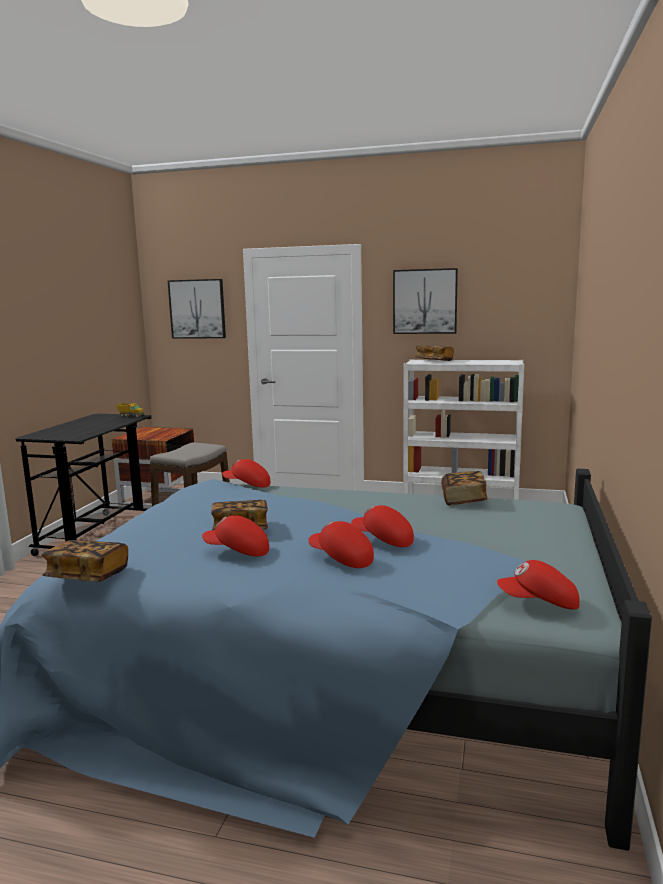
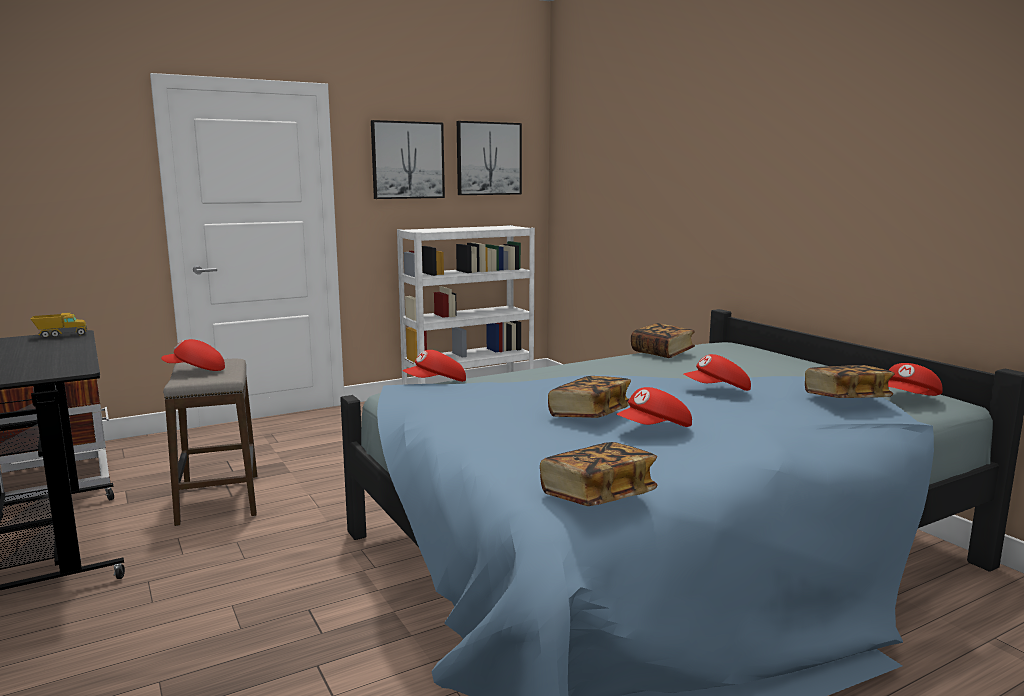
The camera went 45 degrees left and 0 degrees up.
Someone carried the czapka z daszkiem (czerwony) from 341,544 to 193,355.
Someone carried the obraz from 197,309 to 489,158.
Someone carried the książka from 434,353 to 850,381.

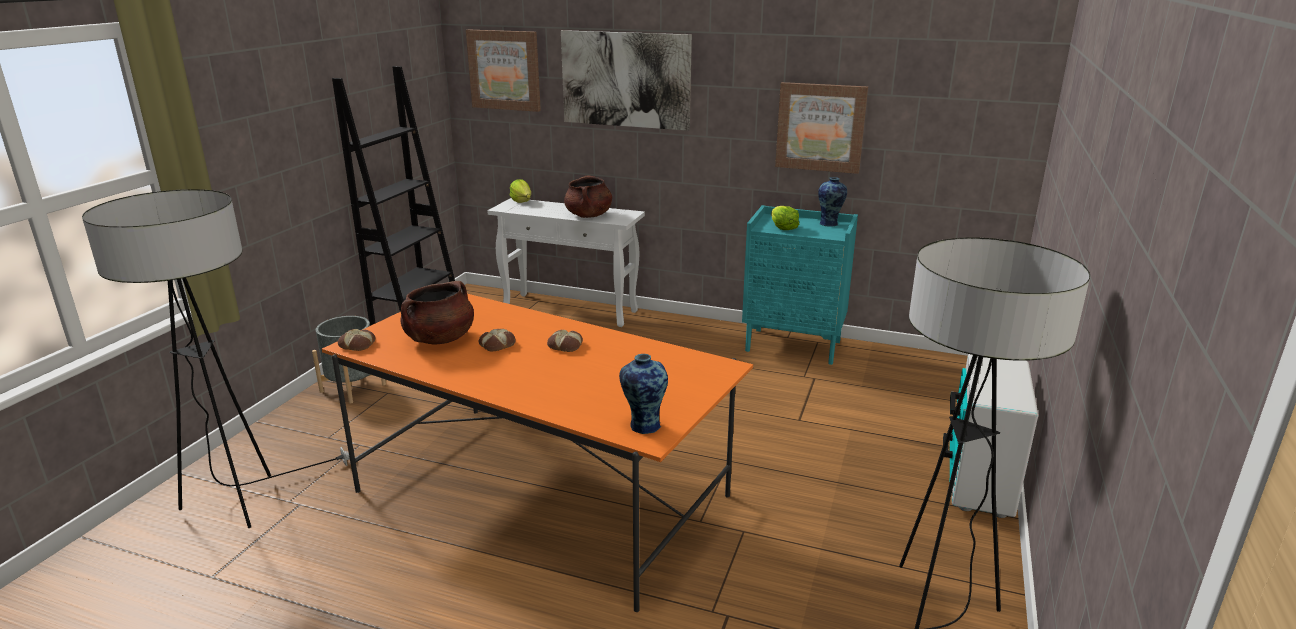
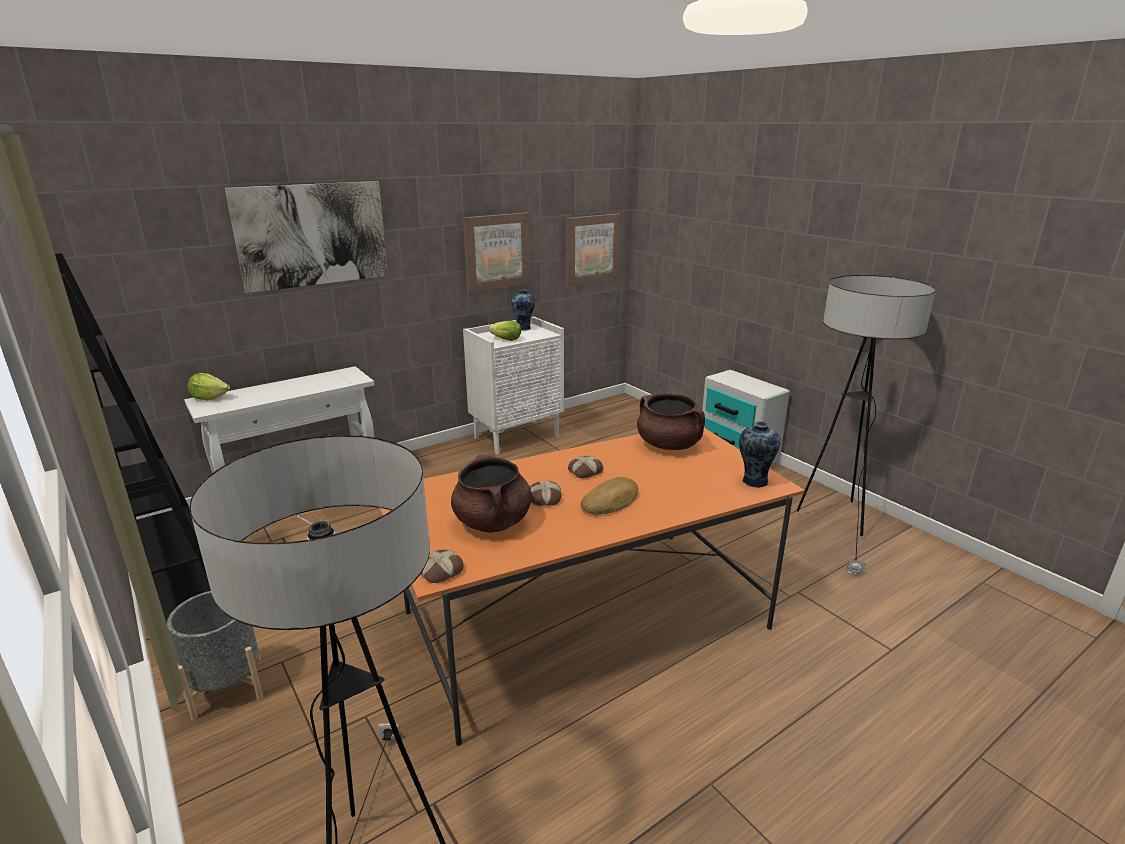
The camera went 55 degrees left and 0 degrees up.
Someone repainted the szafka (turkusowy) at 800,285, which became the szafka (biały) at 513,385.
Someone carried the obraz from 503,71 to 593,249.
Someone put down the chleb at 609,496.
Someone carried the garnek (brązowy) from 588,196 to 671,422.

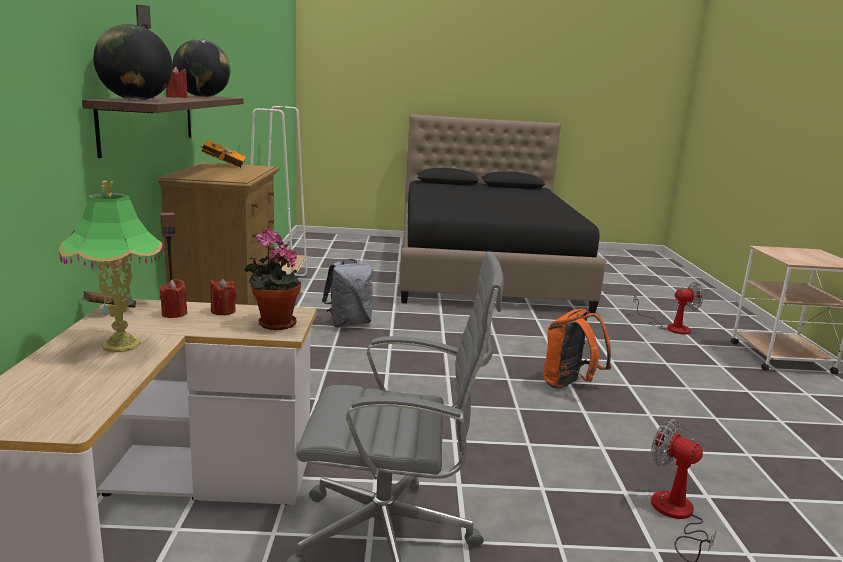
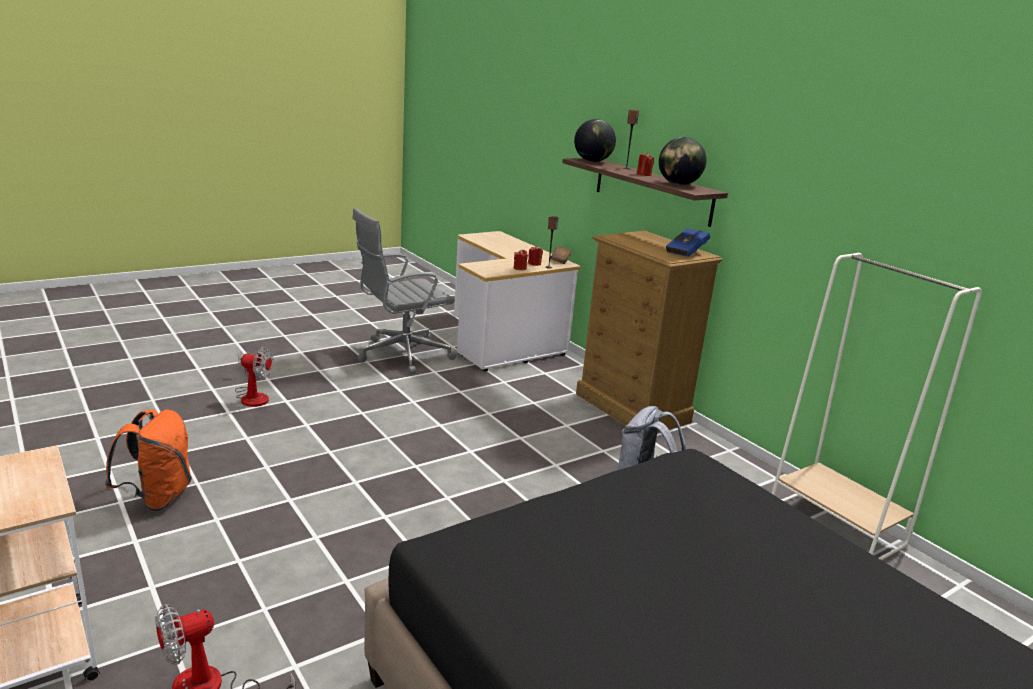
The camera went 145 degrees right and 5 degrees up.
Someone carried the plecak (pomarańczowy) from 577,349 to 148,460.
Someone repainted the książka (pomarańczowy) at 221,154, which became the książka (niebieski) at 688,242.
Someone took away the lampa stołowa at 112,266.
Someone took away the roślina doniczkowa at 272,279.

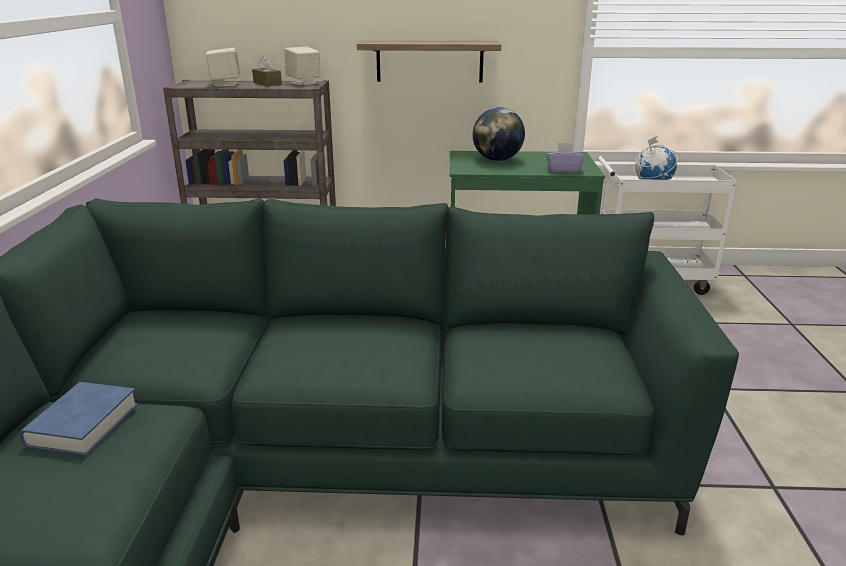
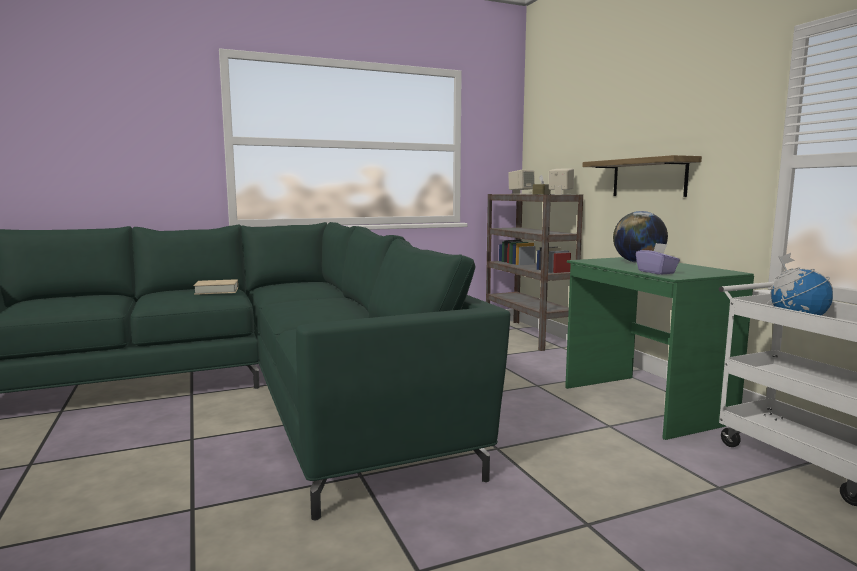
The camera went 65 degrees right and 15 degrees down.
Someone repainted the książka (niebieski) at 78,419, which became the książka (beżowy) at 215,287.

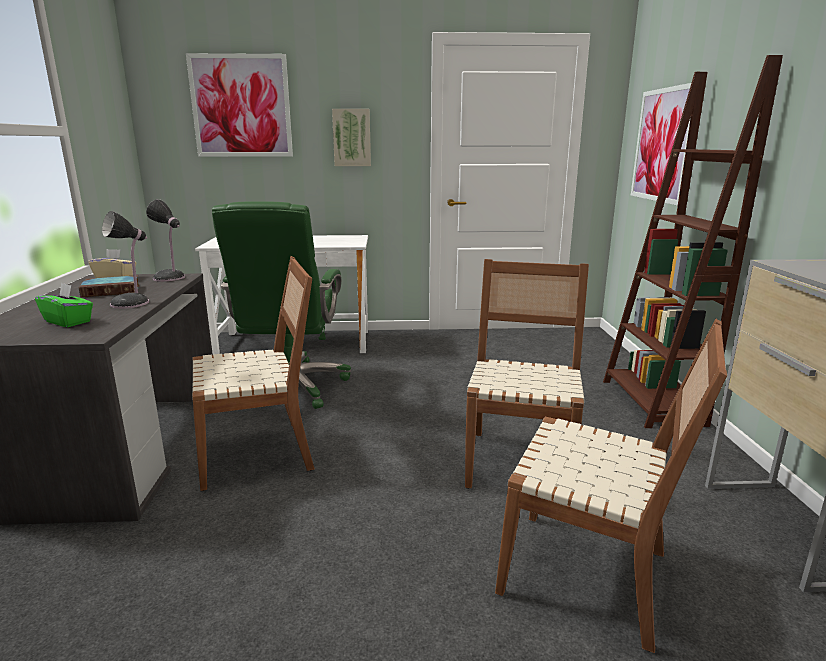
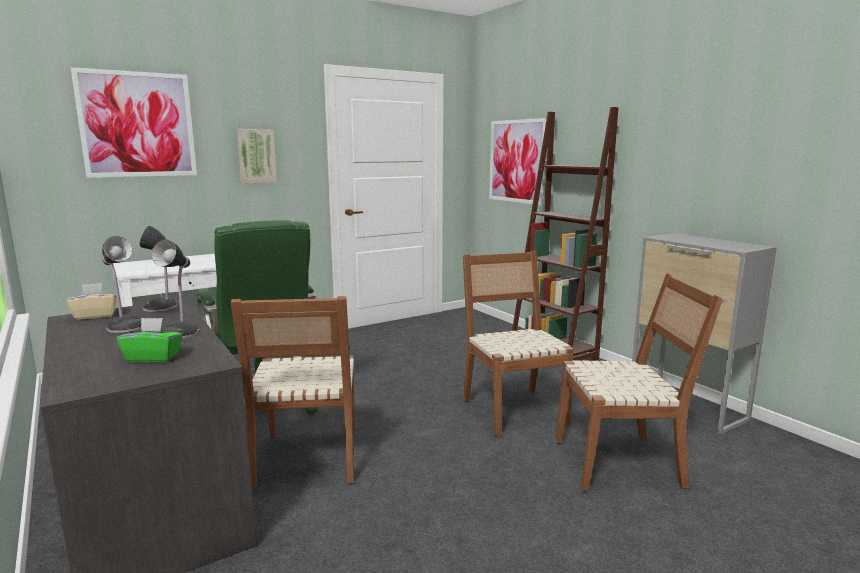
The camera went 30 degrees left and 5 degrees down.
Someone swapped the książka at 109,286 for the lampa stołowa at 121,284.
Someone rotated the krzesło at 253,373 by 135 degrees clockwise.

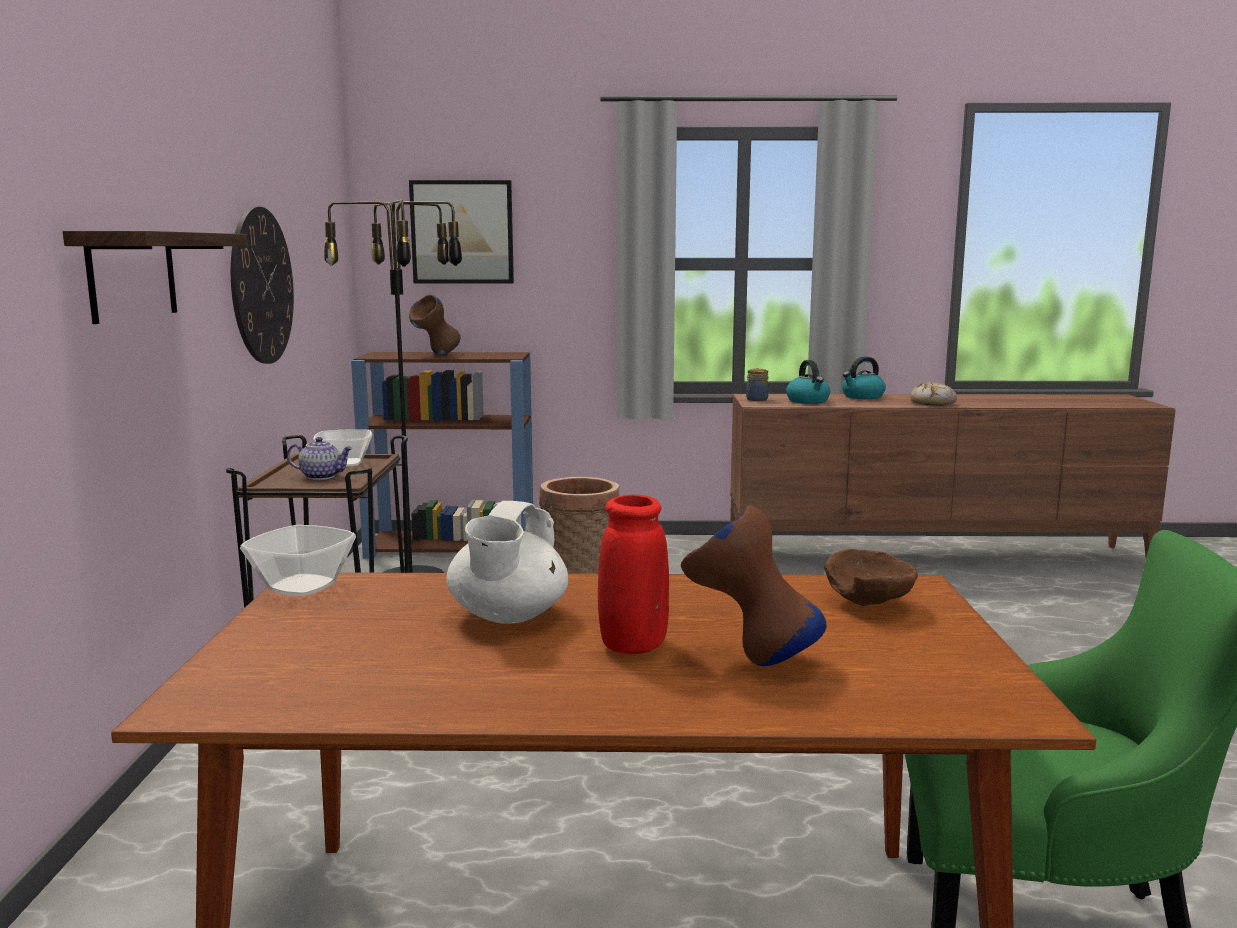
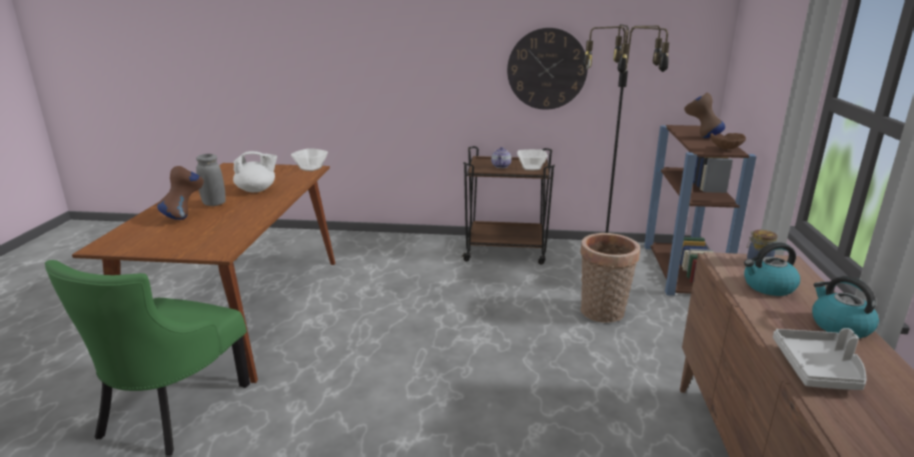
The camera went 95 degrees right and 10 degrees up.
Someone repainted the wazon (czerwony) at 633,574, which became the wazon (szary) at 211,180.
Someone rotated the imbryk (biały) at 507,562 by 150 degrees clockwise.
Someone carried the miska (brązowy) from 871,577 to 728,141.
Someone swapped the chleb at 933,394 for the taca (szary) at 819,359.
Someone took away the półka at 155,277.
Someone took away the obraz at 461,232.

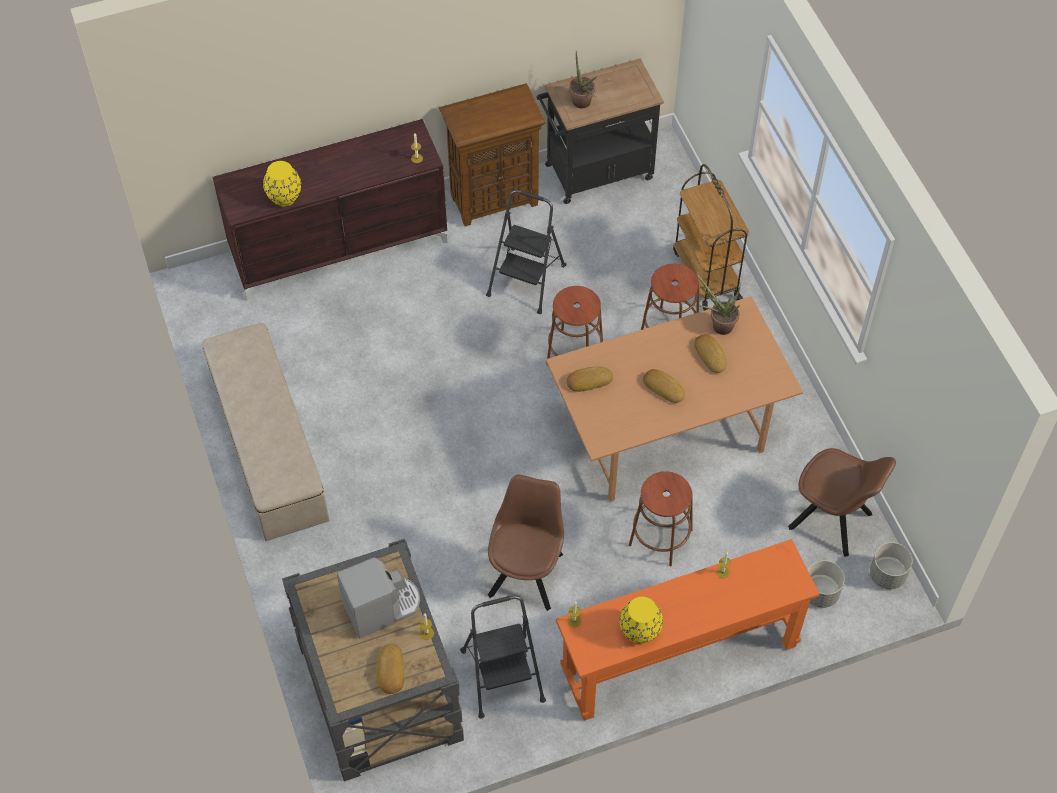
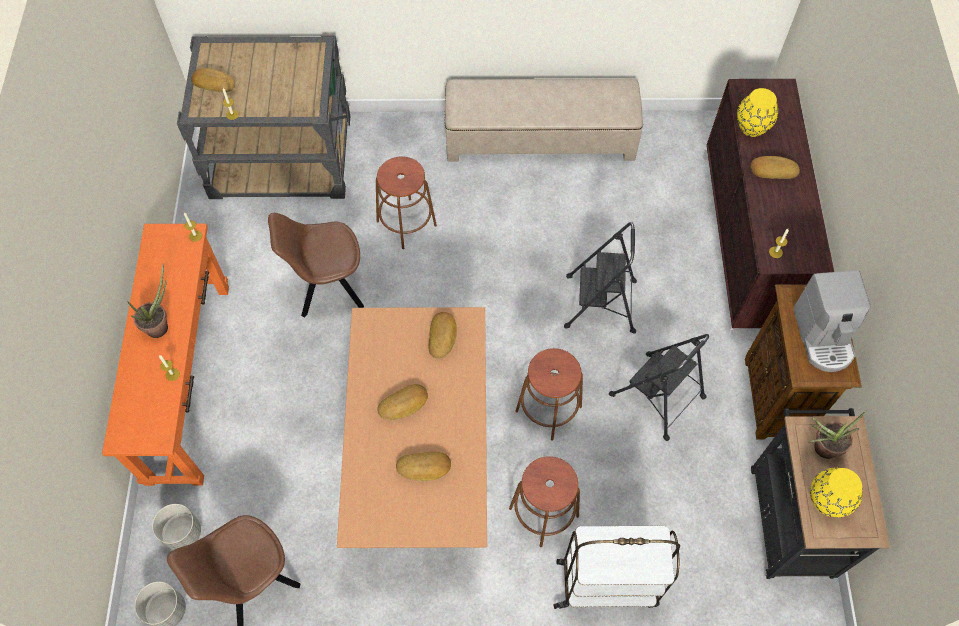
The camera went 110 degrees right and 5 degrees up.
Someone carried the roślina doniczkowa from 718,304 to 147,300.
Someone rotated the krzesło (brązowy) at 526,543 by 135 degrees clockwise.
Someone carried the stołek (brązowy) from 661,518 to 406,203.
Someone repainted the wózek (brązowy) at 711,237, which became the wózek (biały) at 616,567.
Someone carried the drabinka (czarny) from 503,657 to 600,277.
Someone put down the chleb at 775,167.
Someone carried the ekspres do kawy from 378,598 to 832,321.
Someone carried the wazon (żółty) from 641,620 to 836,493.

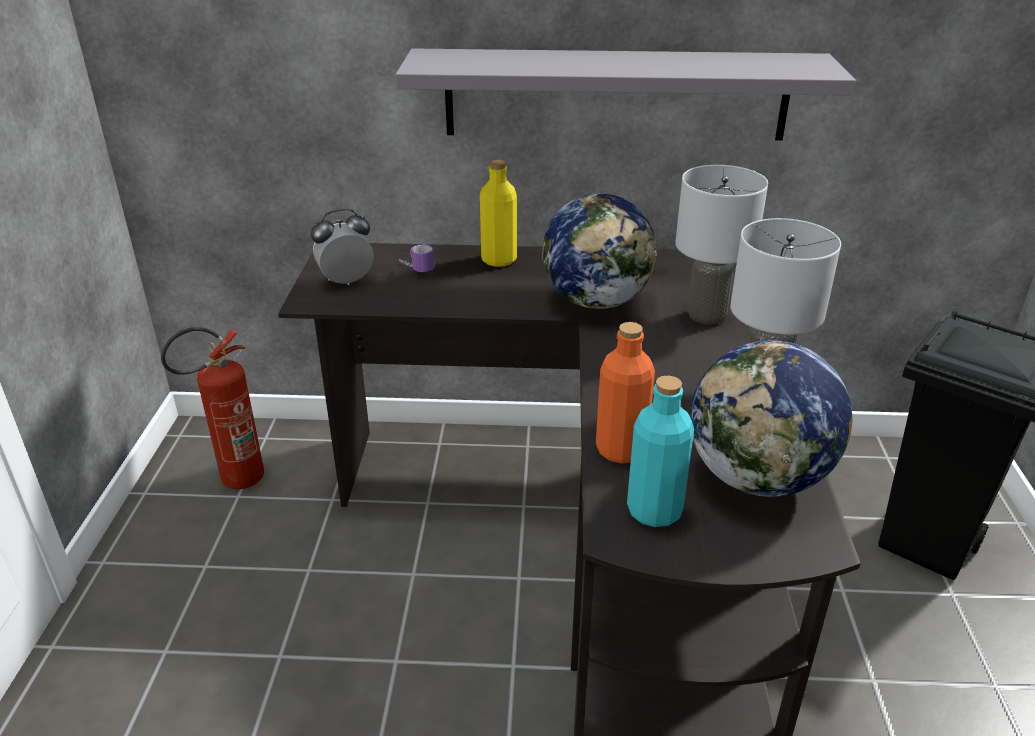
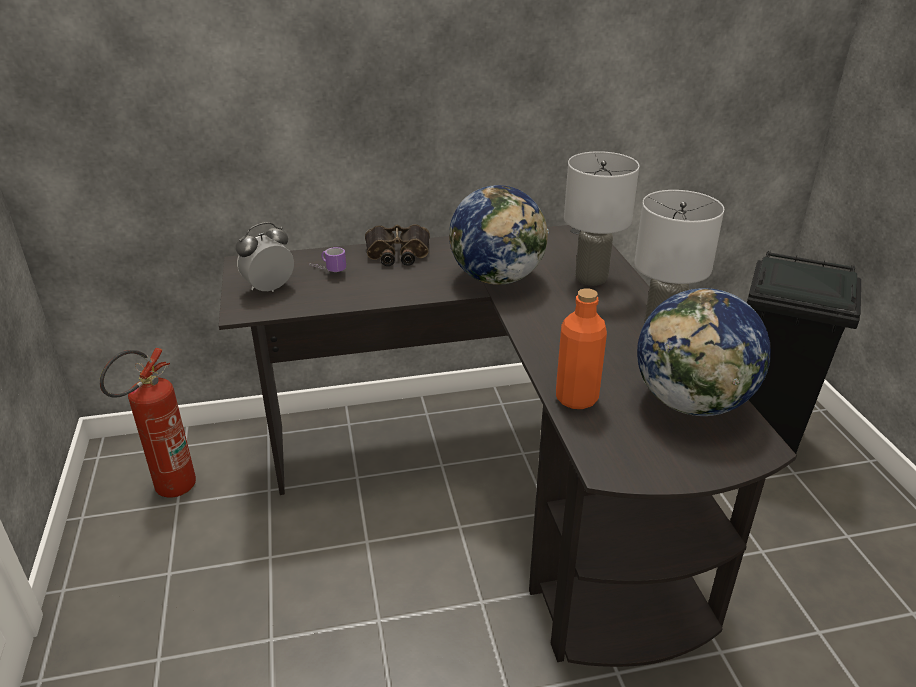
The camera went 15 degrees left and 0 degrees up.
Someone swapped the butelka (żółty) at 498,213 for the lornetka at 397,245.
Someone took away the półka (szary) at 625,94.
Someone took away the butelka (turkusowy) at 660,451.

